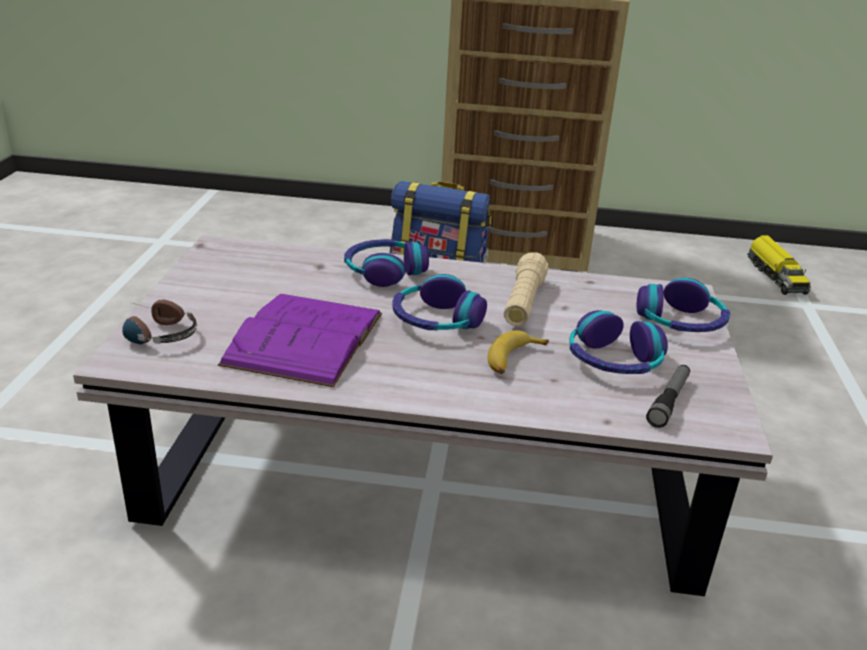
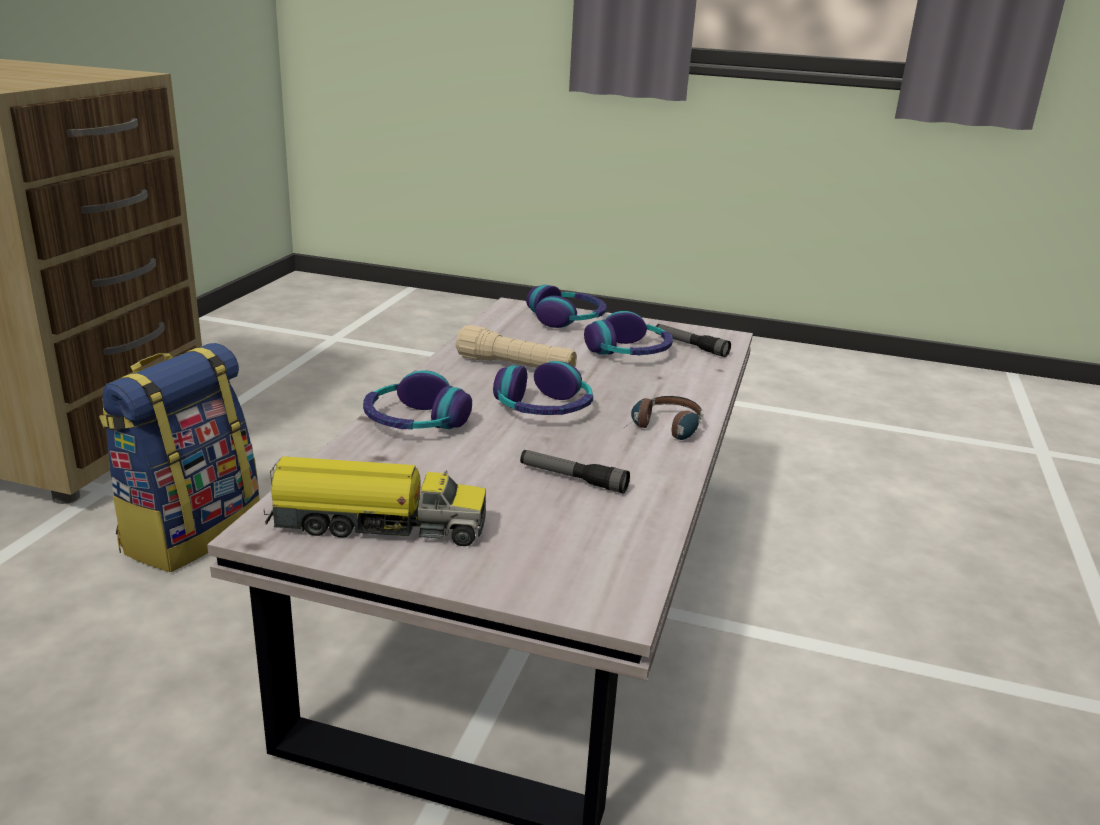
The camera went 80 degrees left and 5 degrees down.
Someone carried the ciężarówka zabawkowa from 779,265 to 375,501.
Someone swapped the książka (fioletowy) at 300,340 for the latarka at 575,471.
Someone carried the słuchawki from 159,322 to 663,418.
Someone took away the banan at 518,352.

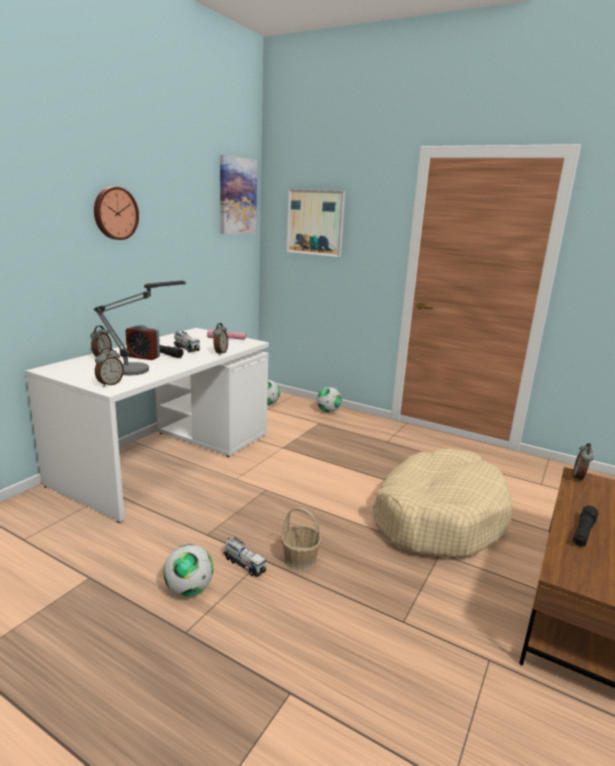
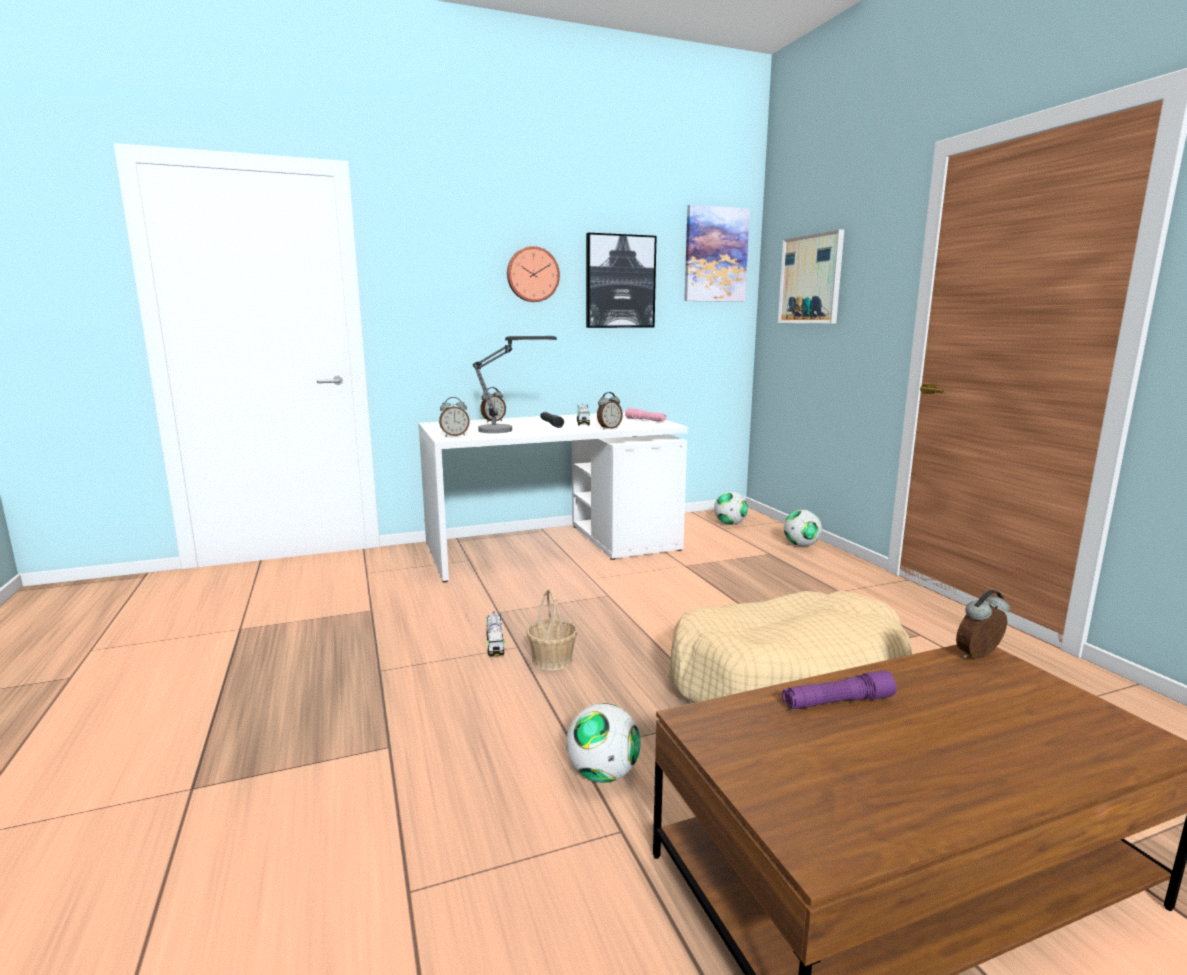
The camera went 40 degrees right and 5 degrees down.
Someone carried the piłka futbolowa from 188,570 to 603,743.
Someone put up the obraz at 621,280.
Someone repainted the latarka (czarny) at 585,526, which became the latarka (fioletowy) at 839,689.
Someone took away the budzik at 142,342.

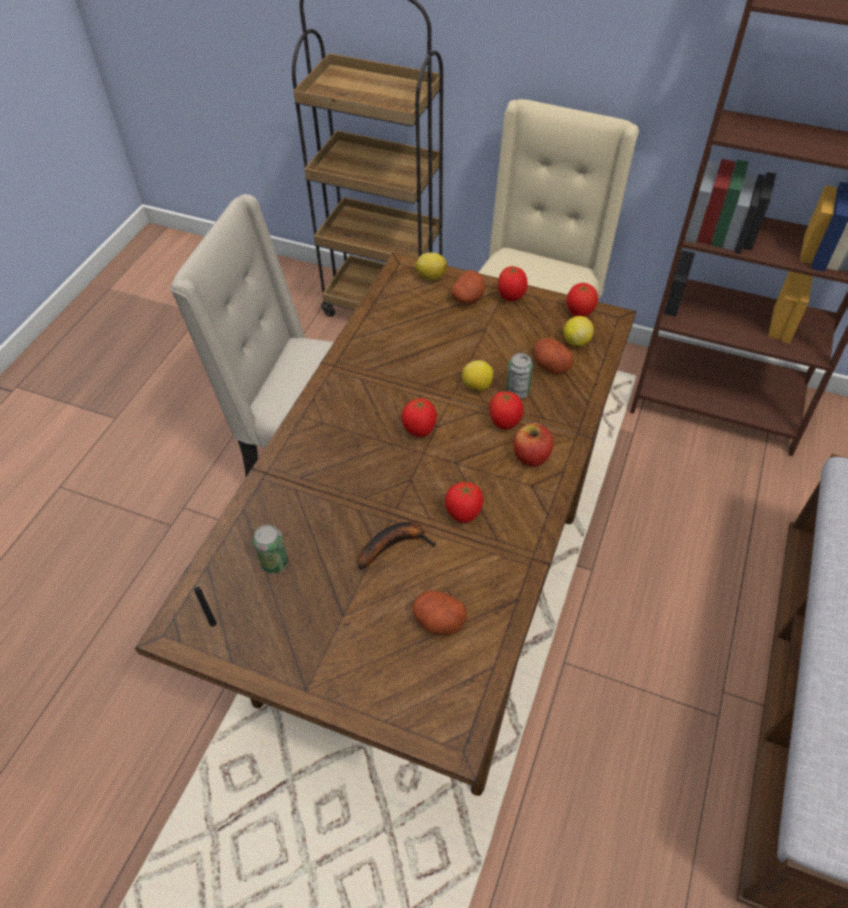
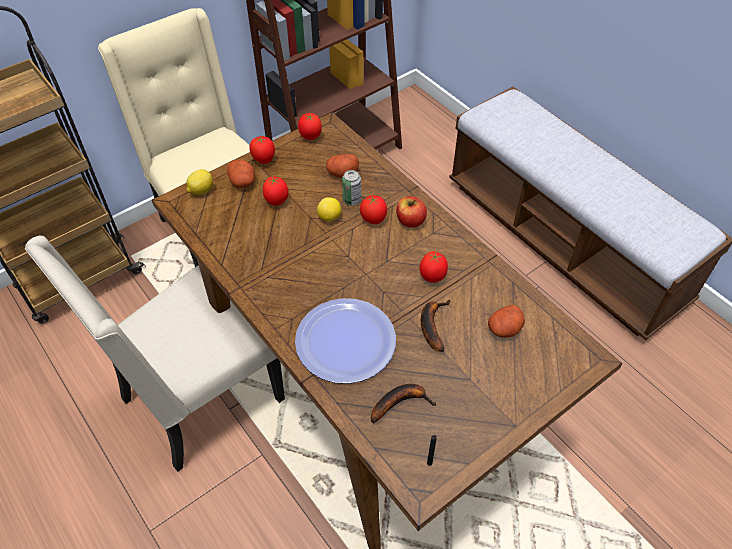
The camera went 60 degrees left and 0 degrees up.
Someone carried the pomidor from 419,417 to 276,191.
Someone put down the talerz at 345,341.
Someone swapped the puszka at 270,549 for the banan at 404,404.
Someone took away the cytryna at 579,331.

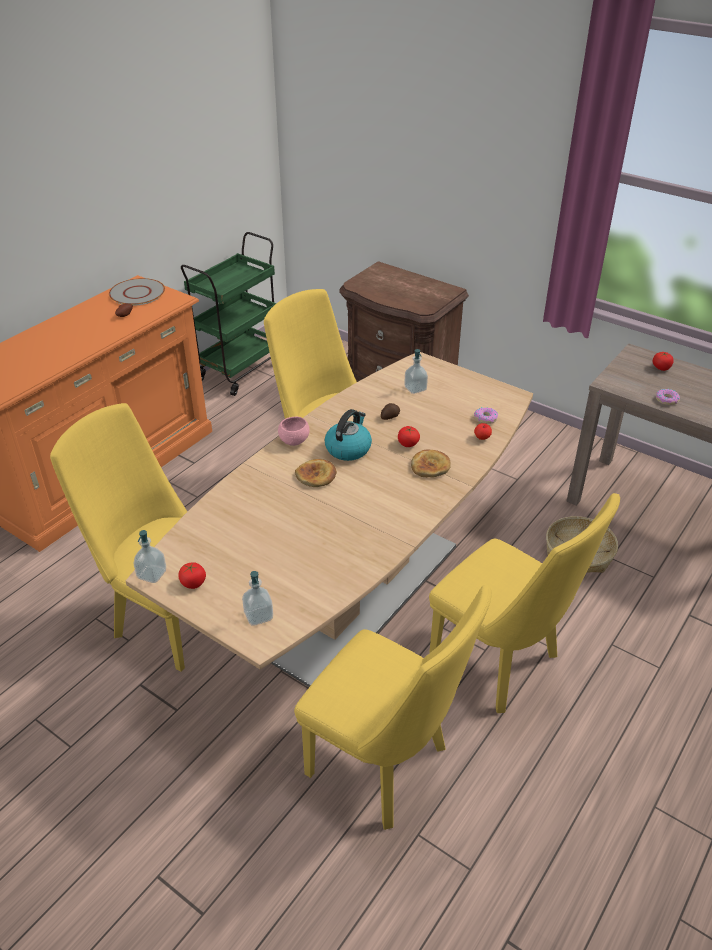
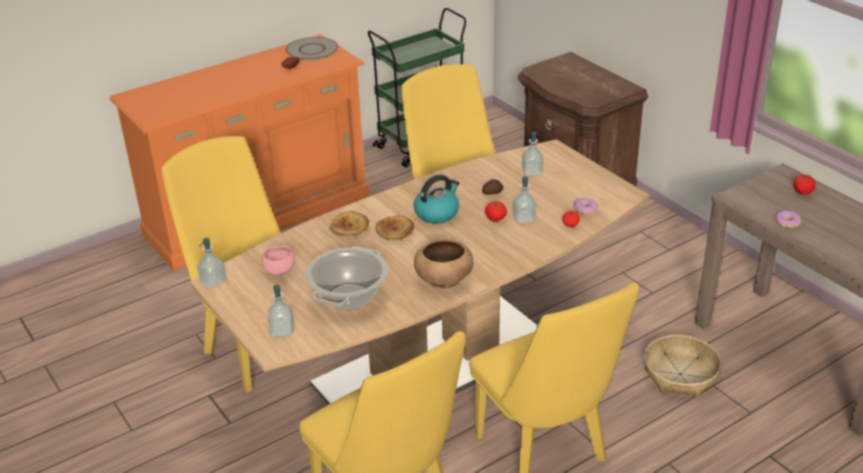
The camera went 20 degrees right and 5 degrees down.
Someone carried the miska (różowy) from 294,431 to 278,261.
Someone put down the garnek at 346,278.
Someone carried the chleb from 431,463 to 349,223.
Someone put down the miska (brązowy) at 444,264.
Someone put down the dozownik mydła at 524,200.
Someone took away the pomidor at 192,575.

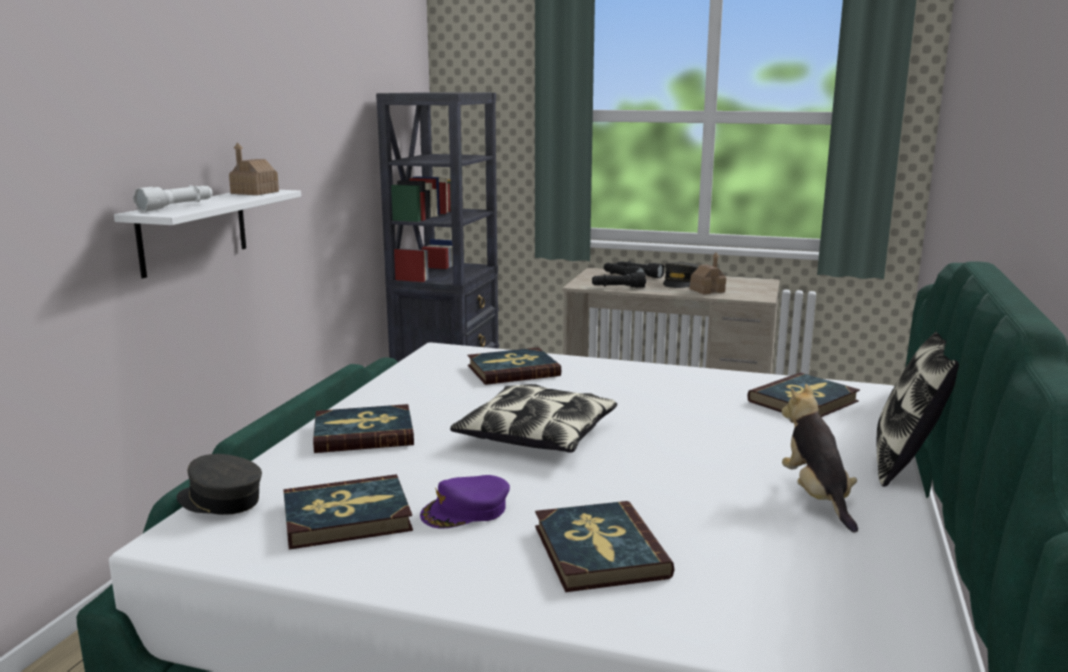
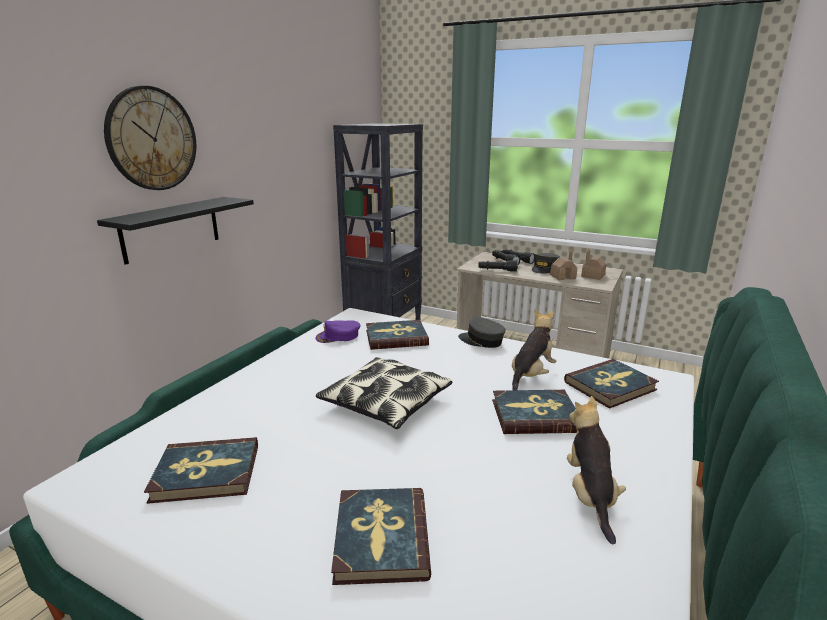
The camera went 10 degrees right and 5 degrees up.
Someone repainted the półka (biały) at 207,234, which became the półka (czarny) at 175,231.
Someone put up the zegar ścienny at 150,138.
Someone carried the czapka z daszkiem (fioletowy) from 465,502 to 338,331.
Someone carried the czapka z daszkiem (szary) from 219,484 to 482,332.
Someone carried the książka from 363,428 to 534,412.
Someone put down the pluszak at 534,350.
Someone carried the domek from 254,168 to 593,264.
Someone took away the latarka (biały) at 173,198.
Someone took away the poduszka at 917,409.

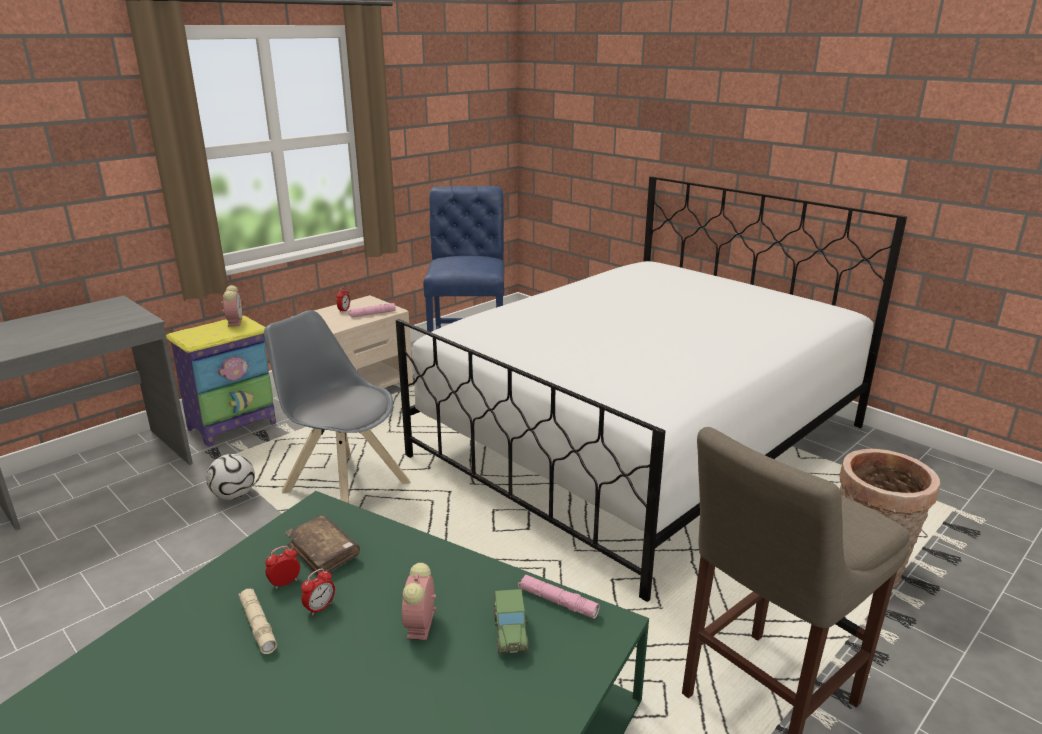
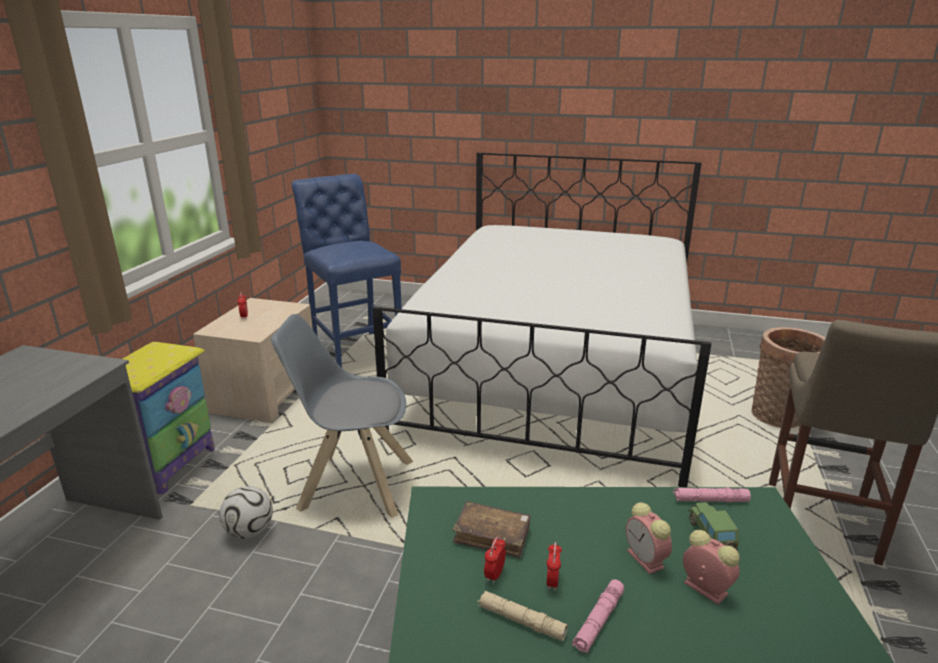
The camera went 30 degrees left and 0 degrees up.
Someone carried the latarka (różowy) from 372,310 to 598,616.
Someone carried the budzik from 231,306 to 711,567.
Someone rotated the samochodzik at 511,621 by 150 degrees counterclockwise.

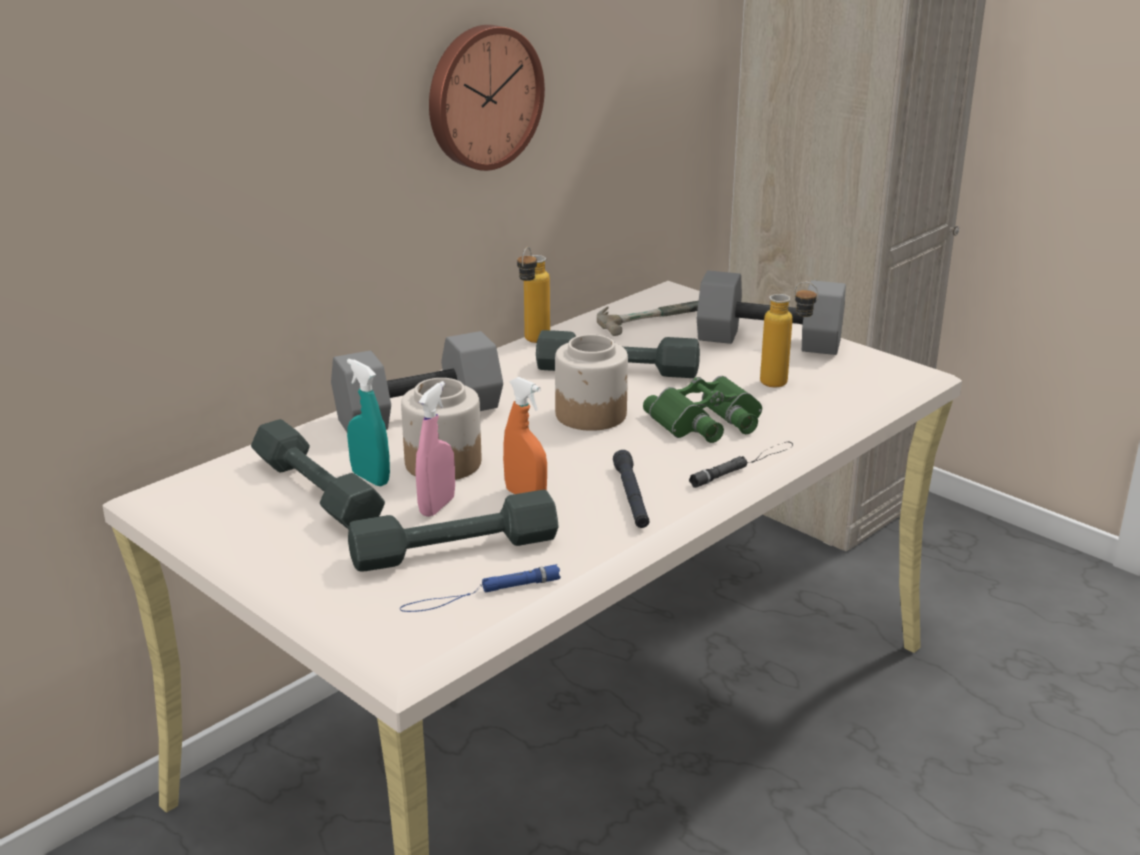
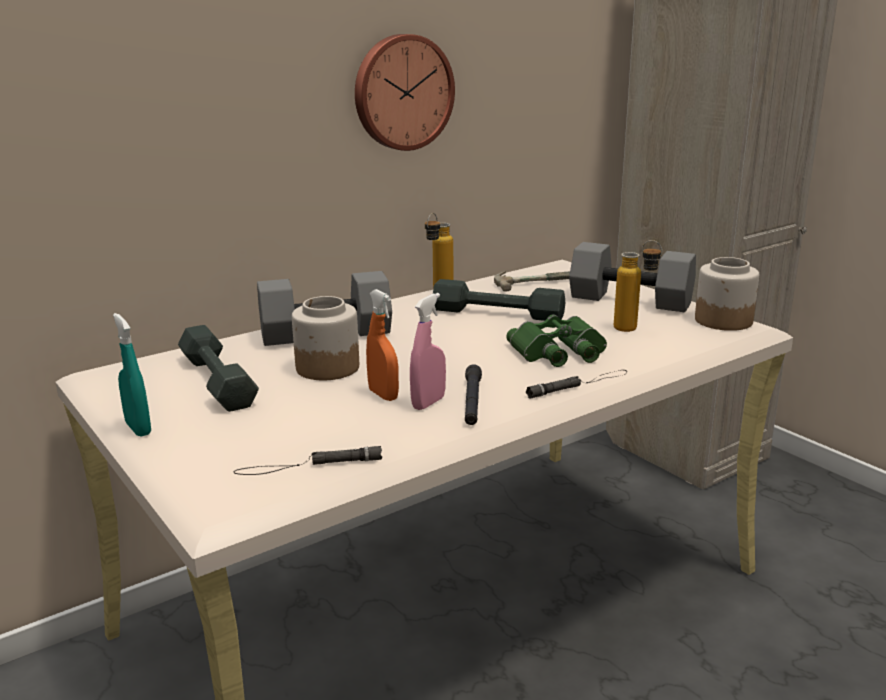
The camera went 10 degrees right and 5 degrees down.
Someone carried the spryskiwacz (turkusowy) from 368,422 to 132,375.
Someone repainted the latarka (niebieski) at 480,588, which became the latarka (czarny) at 308,460.
Someone carried the spryskiwacz (różowy) from 435,449 to 428,351.
Someone carried the słoik from 591,382 to 727,294.
Someone took away the hantel (szary) at 453,531.

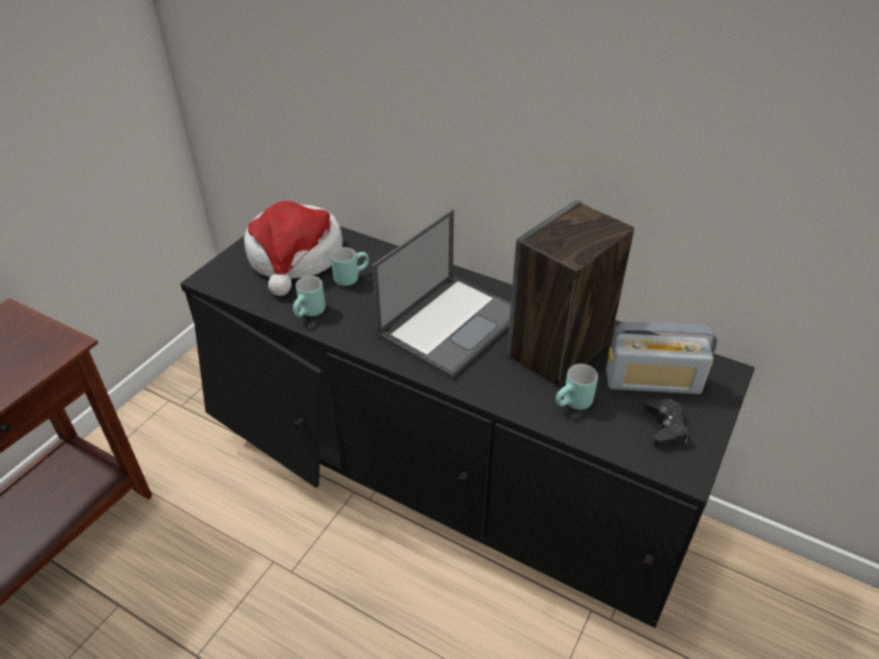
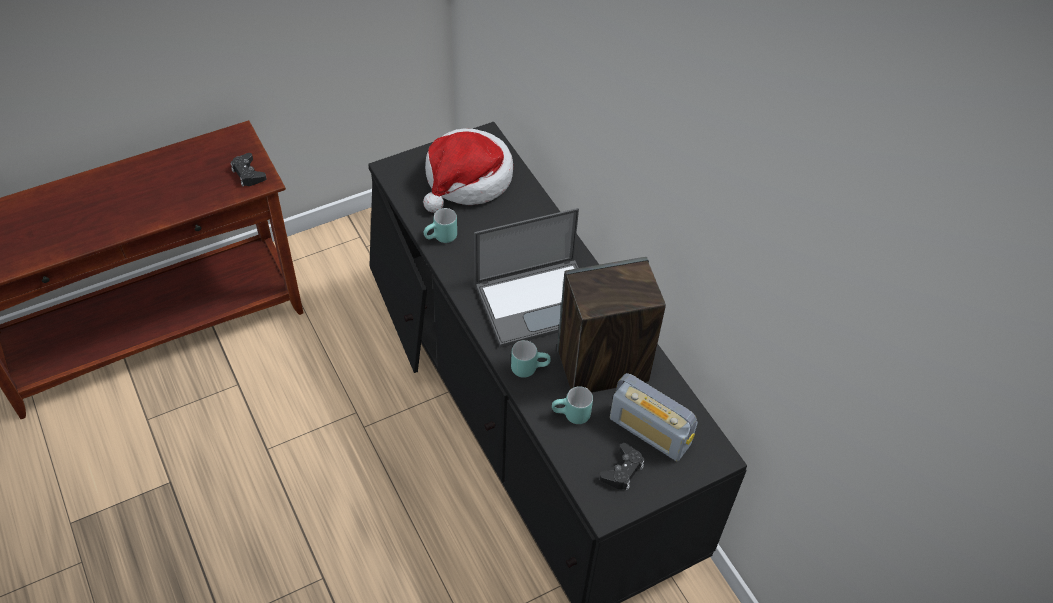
The camera went 30 degrees right and 10 degrees up.
Someone put down the pad do gier (czarny) at 249,170.
Someone carried the kubek (turkusowy) from 350,266 to 531,359.

